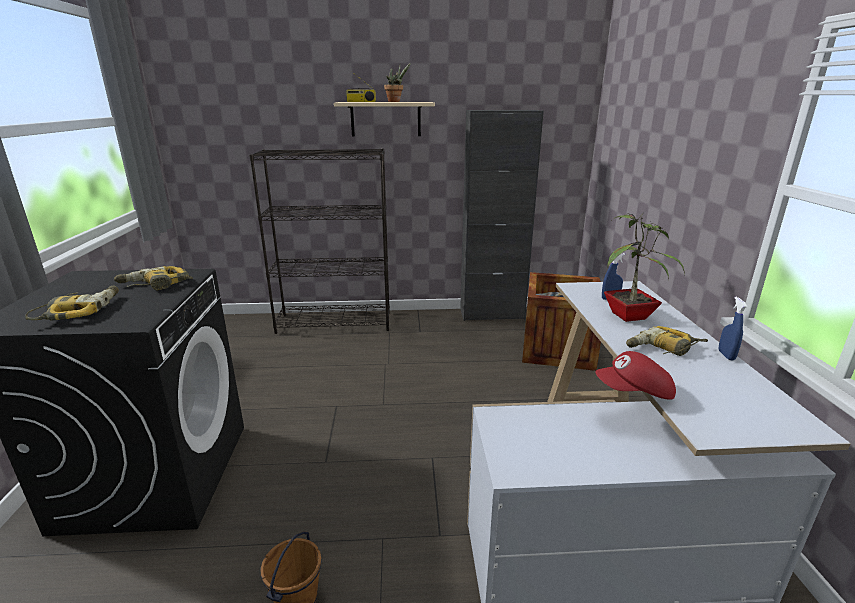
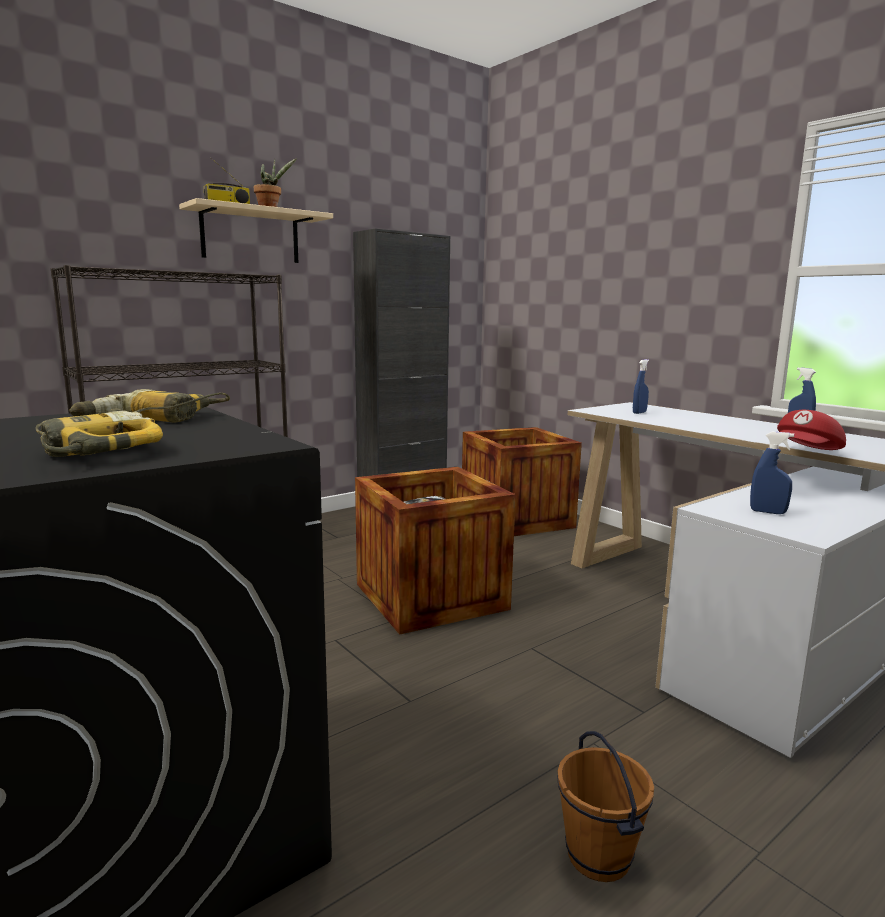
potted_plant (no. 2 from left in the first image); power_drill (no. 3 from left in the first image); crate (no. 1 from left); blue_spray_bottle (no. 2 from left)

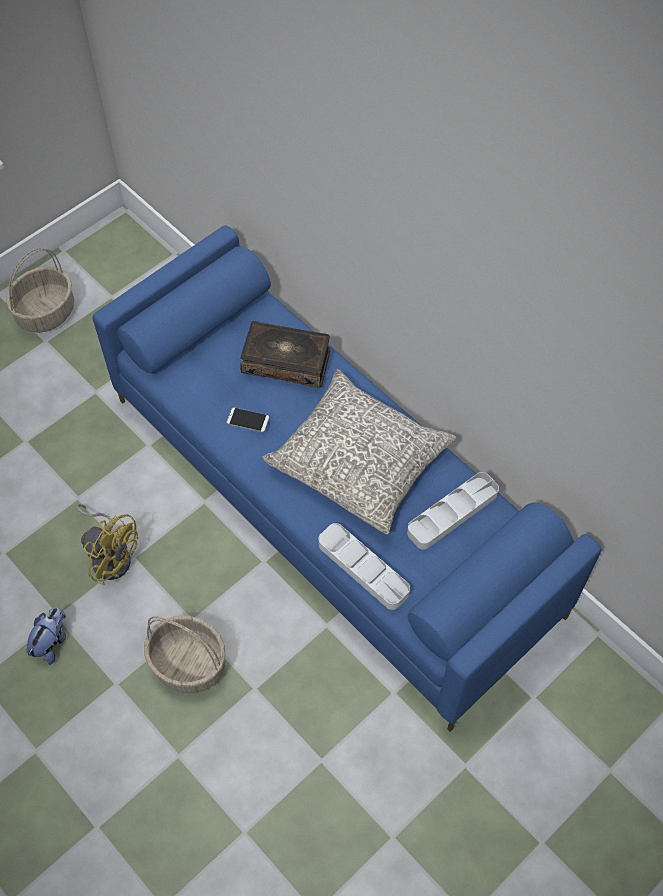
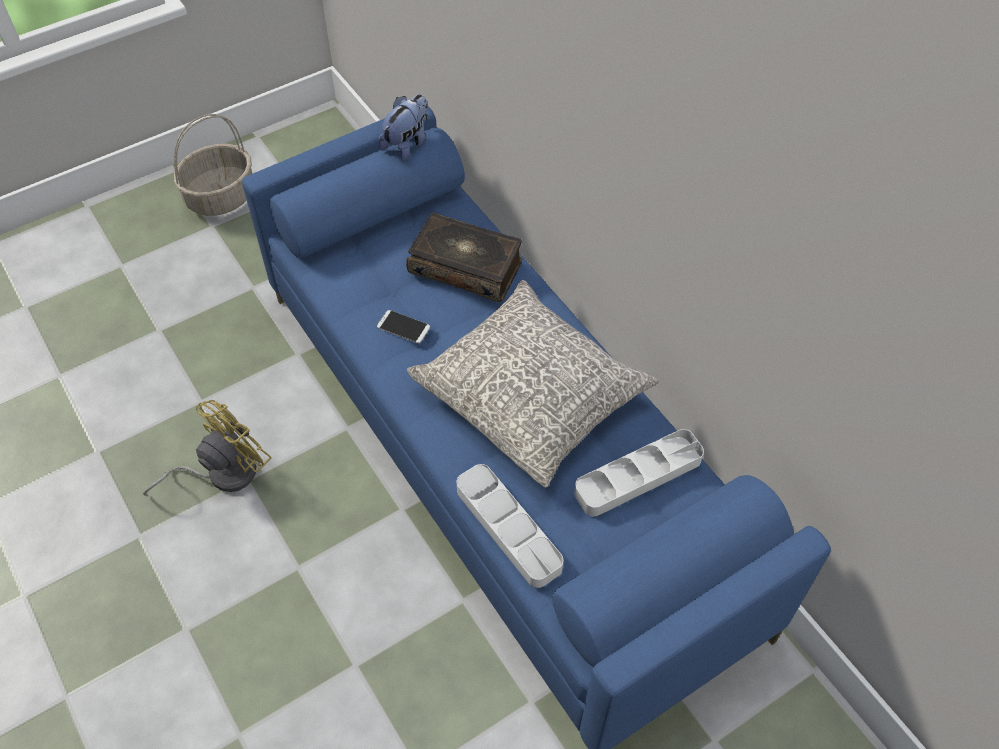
basket (no. 2 from left in the first image); plush_toy; yellow_fan

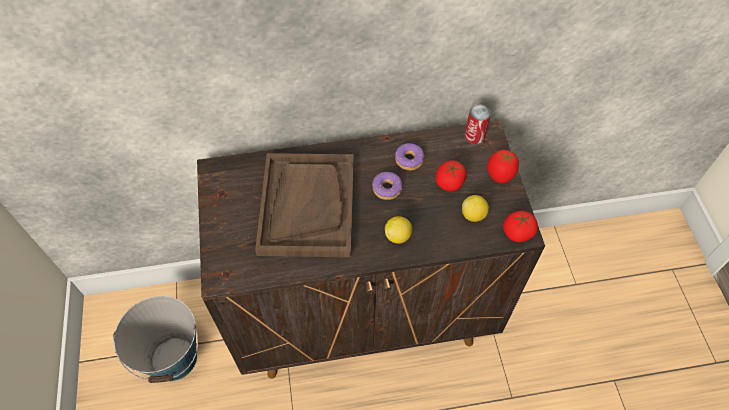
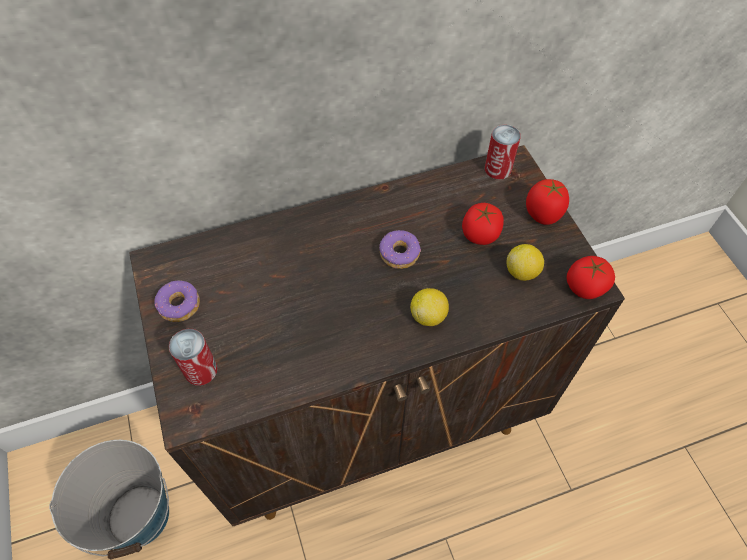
brown_tray; can (no. 1 from left); donut (no. 1 from left)

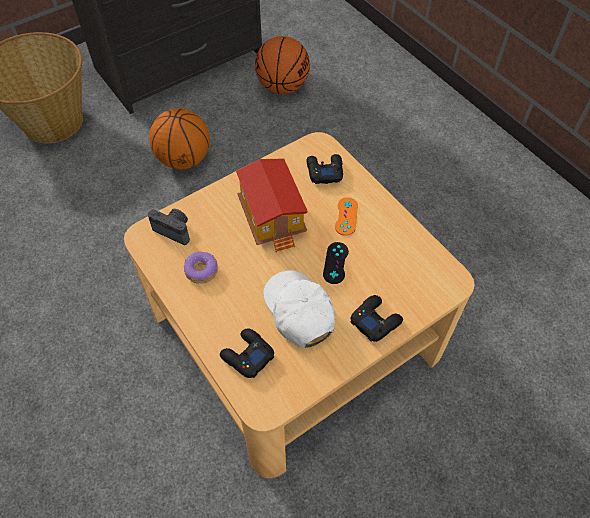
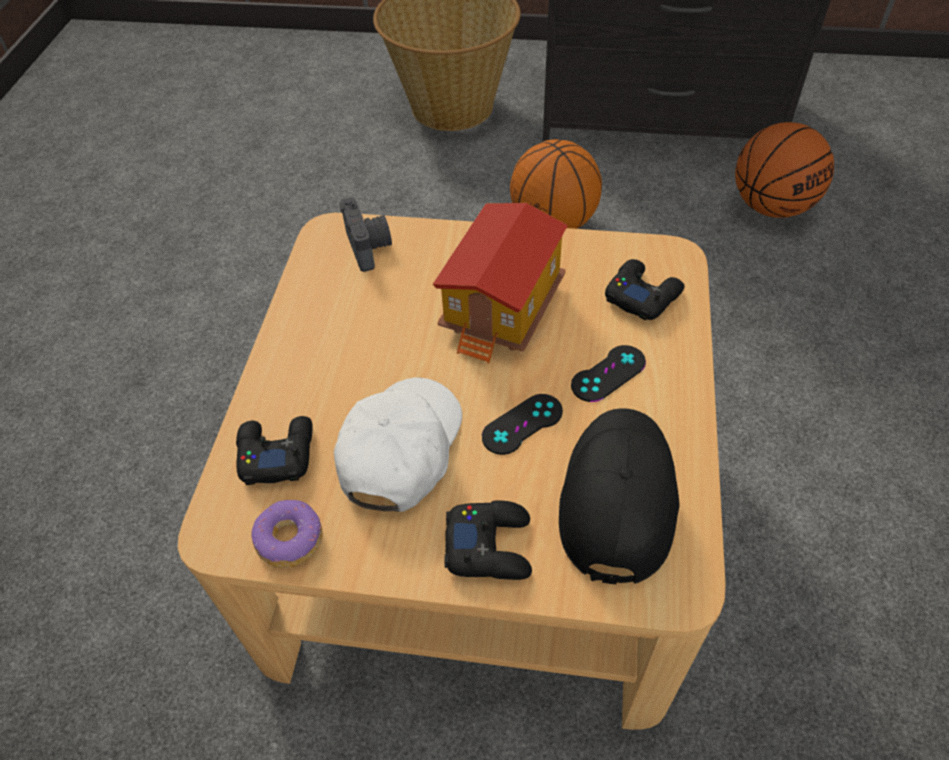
black_cap; donut; black_game_controller (no. 4 from left)

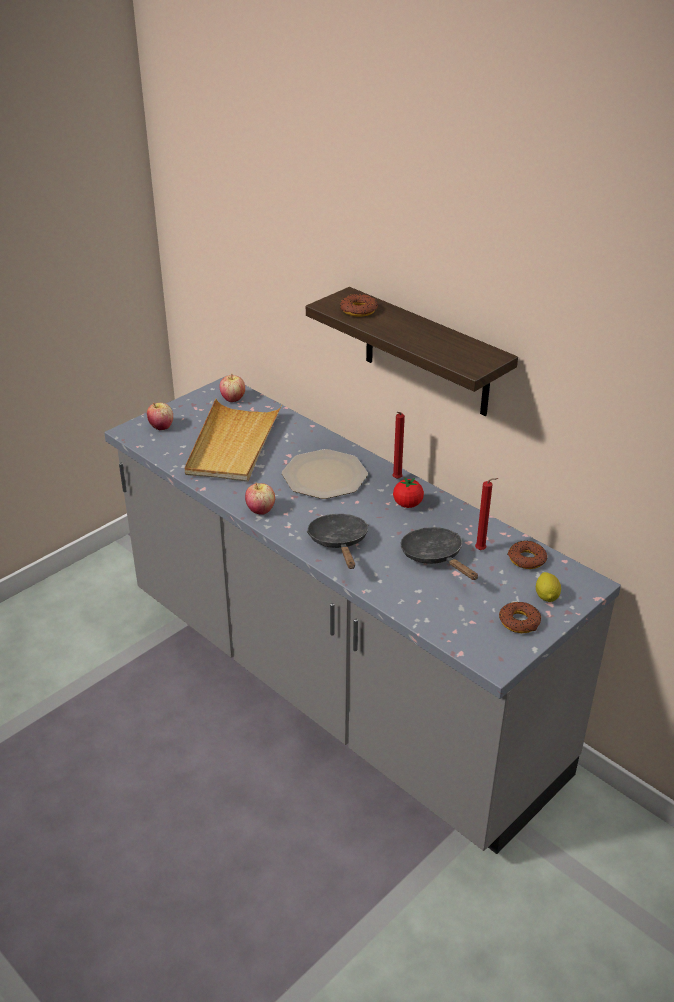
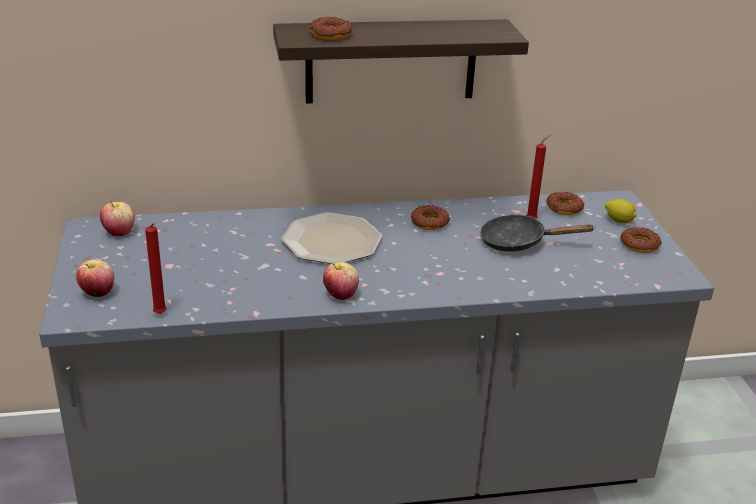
beige_tray; black_frying_pan (no. 1 from left in the first image); red_candle (no. 1 from left); donut (no. 2 from left)

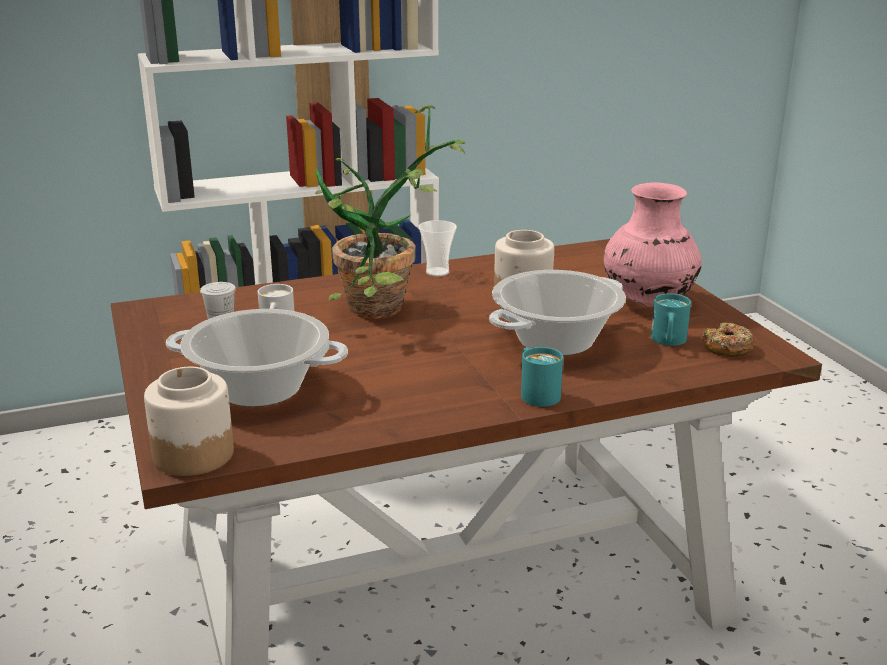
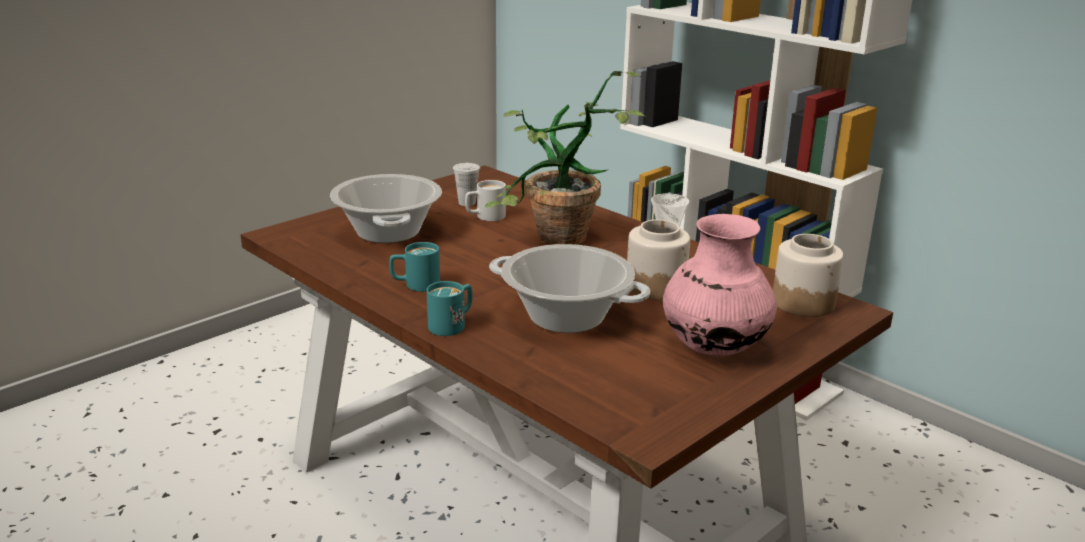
donut; jar (no. 2 from left); turquoise_mug (no. 1 from left)

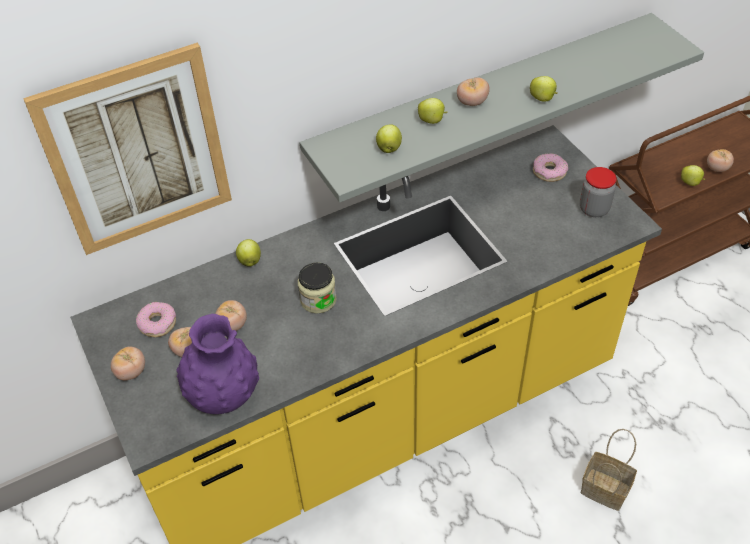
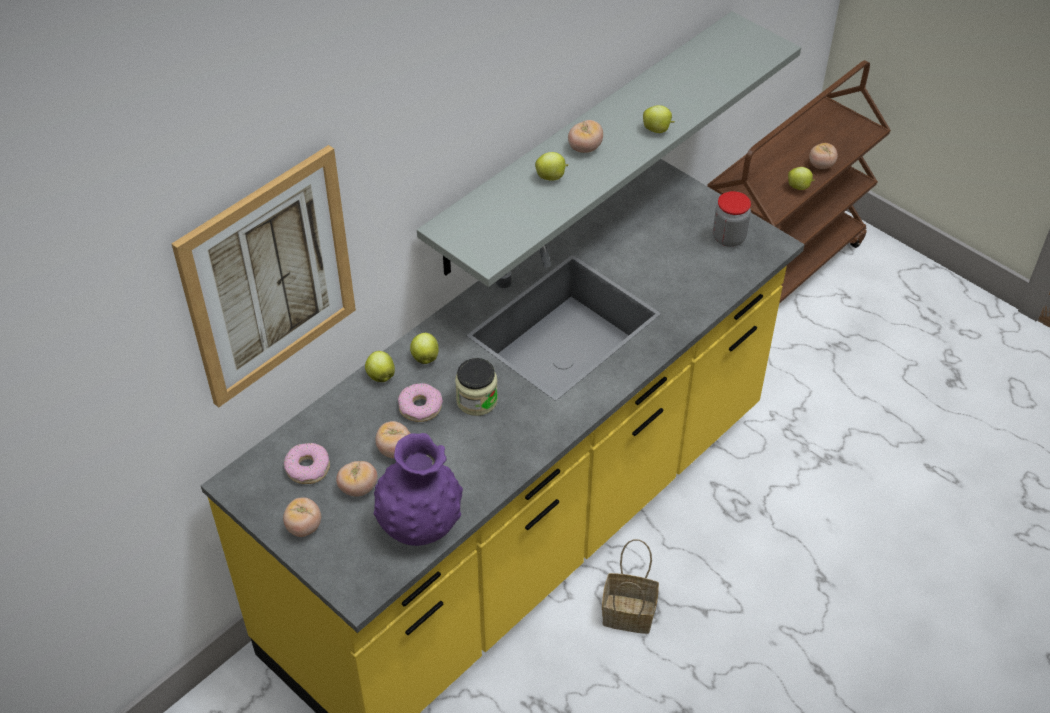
apple (no. 2 from left); donut (no. 2 from left); basket

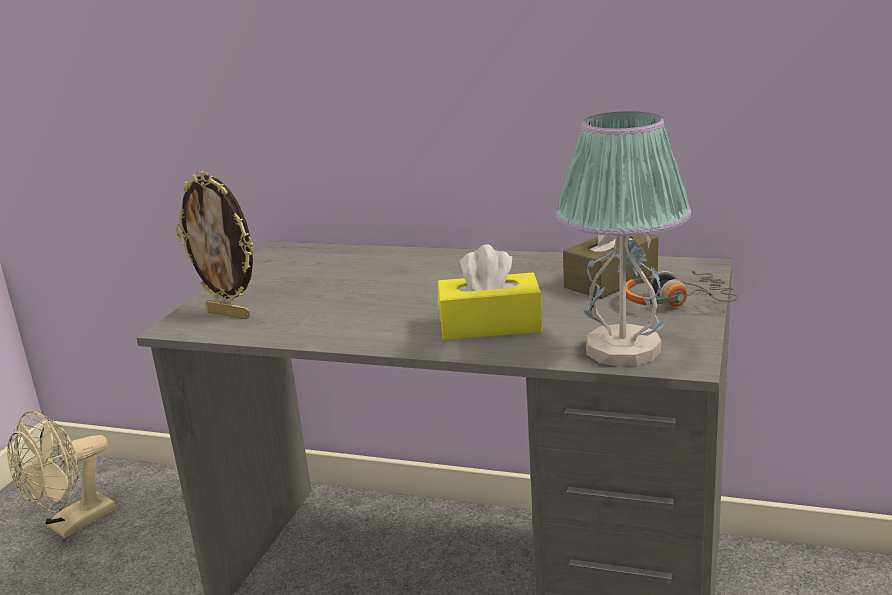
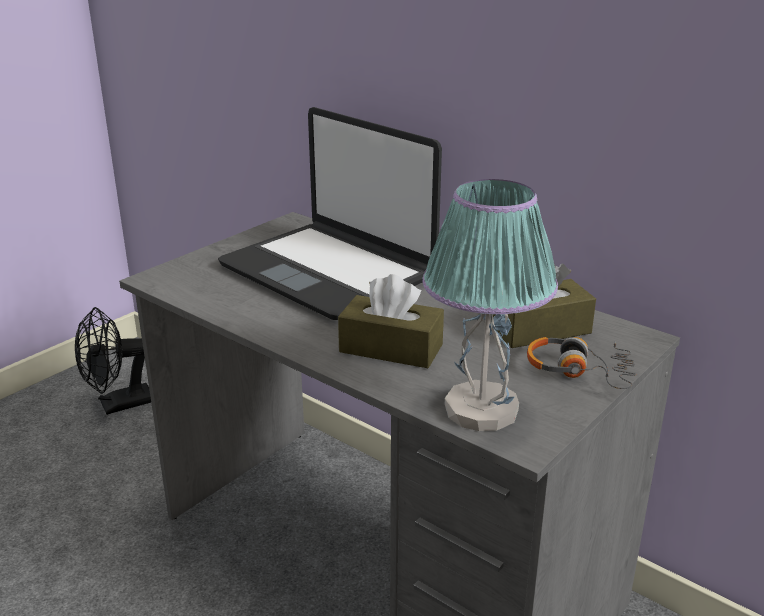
picture_frame; laptop; black_fan; brown_tissue_box (no. 1 from left)

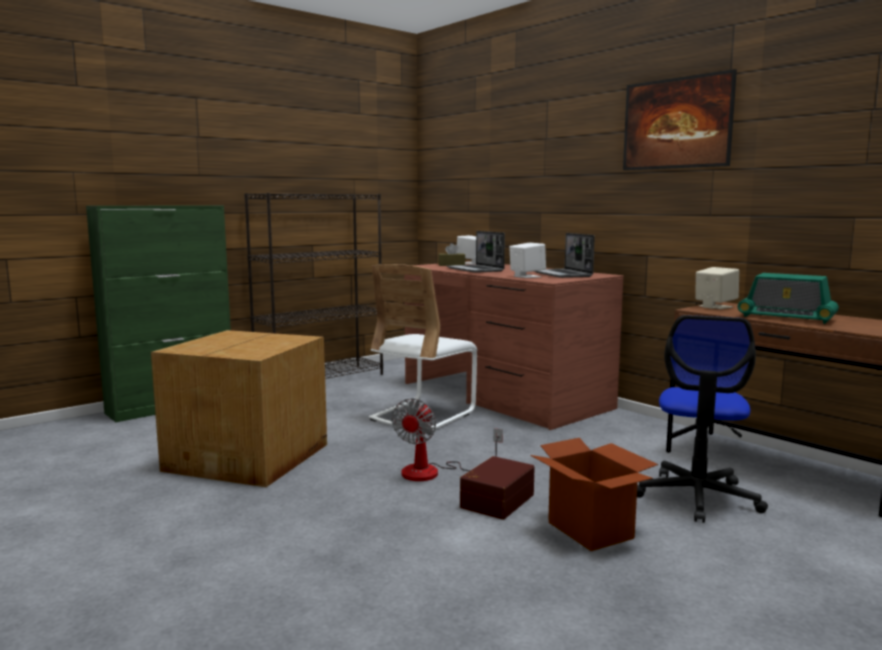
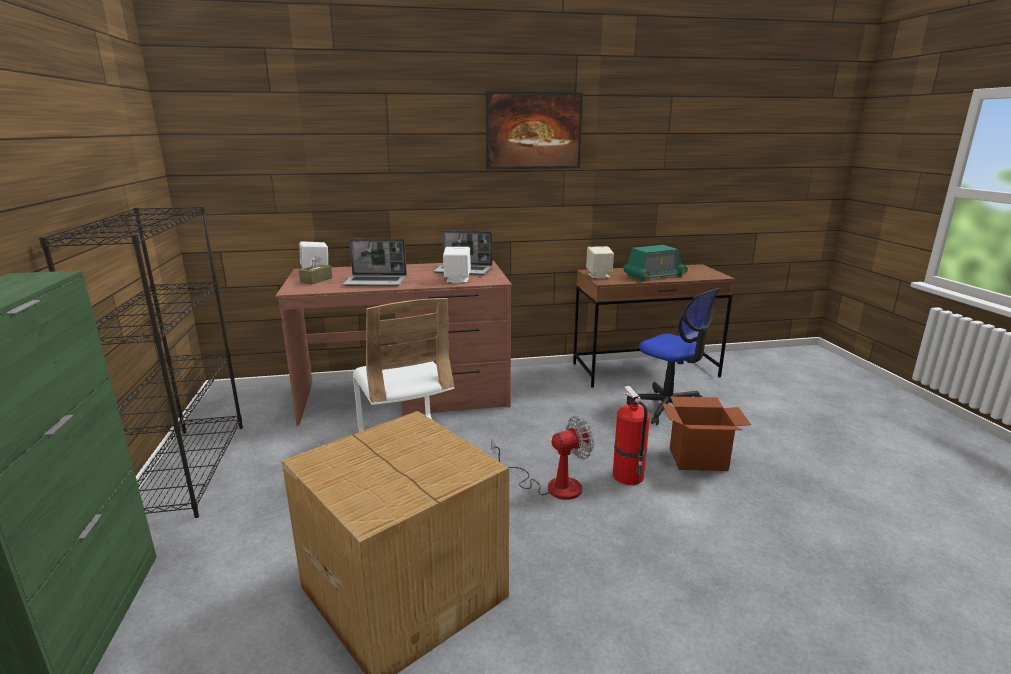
fire_extinguisher; fan

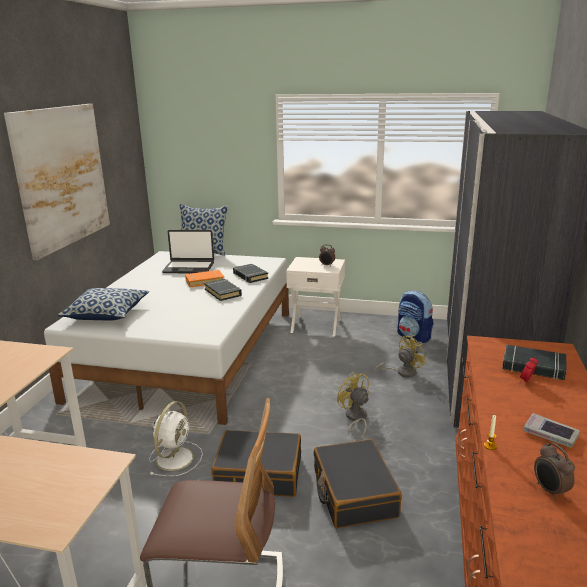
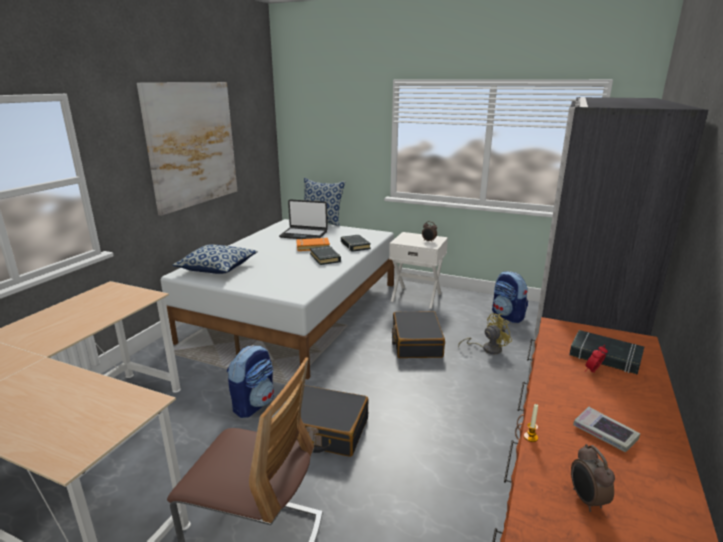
yellow_fan (no. 1 from left in the first image); black_suitcase (no. 2 from left); backpack (no. 1 from left)

